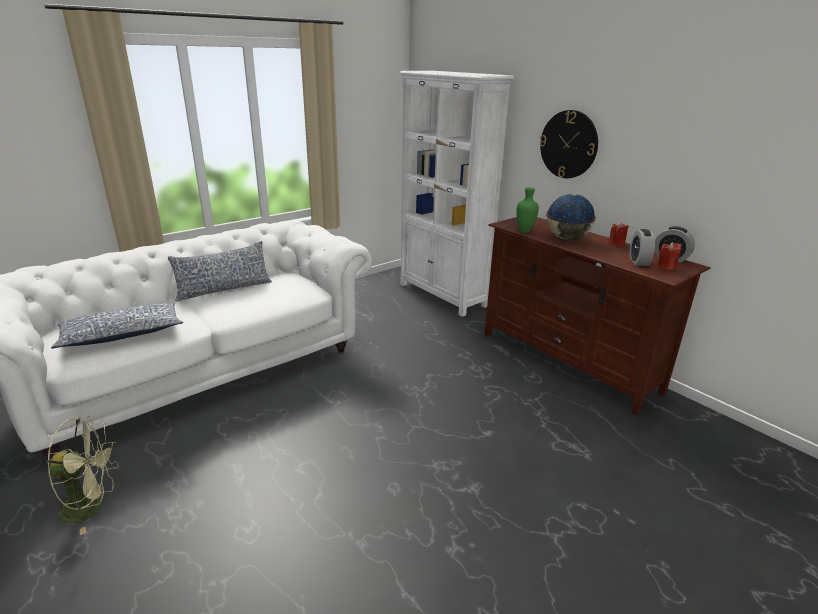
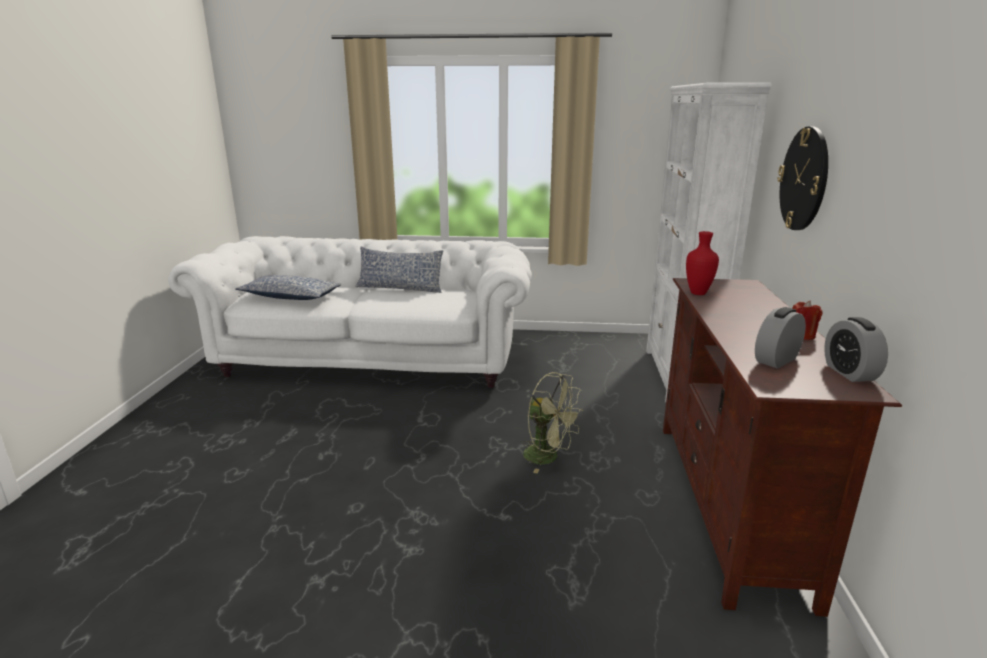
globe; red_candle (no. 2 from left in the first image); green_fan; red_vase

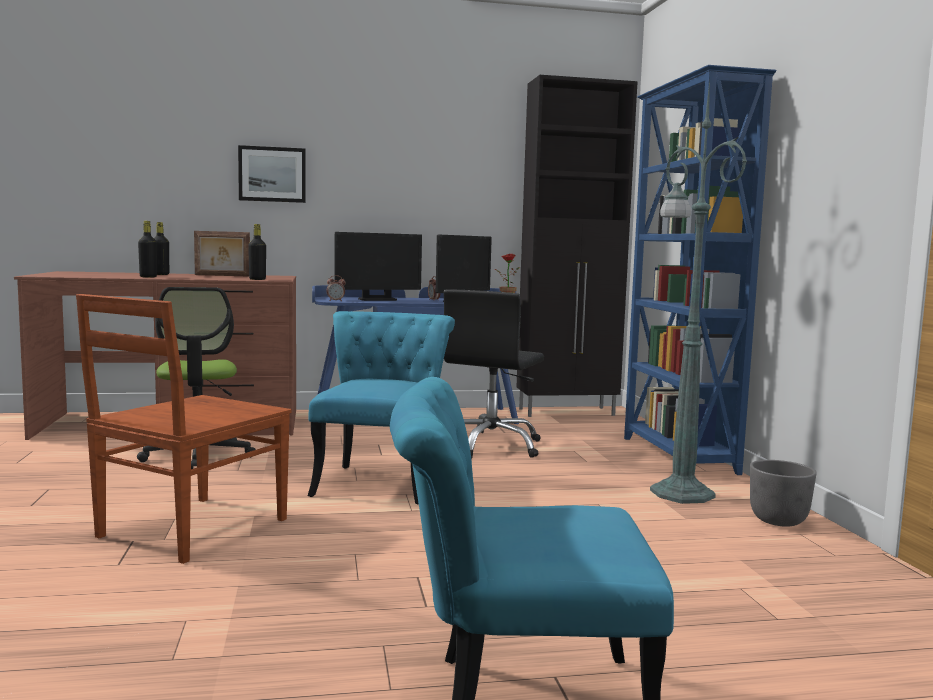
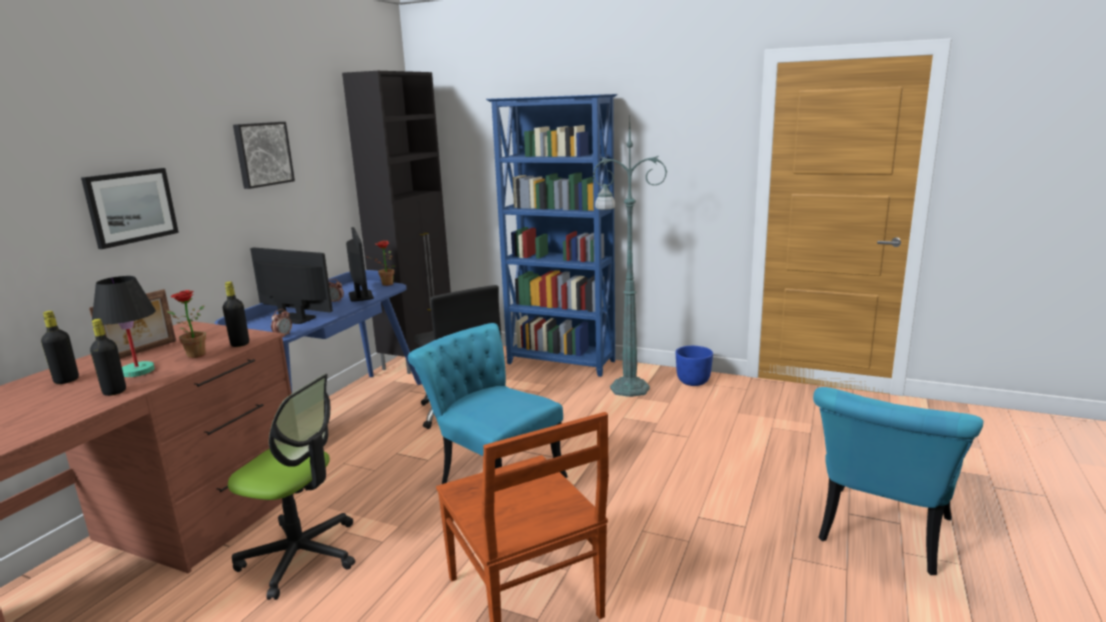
black_table_lamp; potted_plant (no. 1 from left); picture (no. 2 from left); blue_planter; monitor (no. 1 from left)

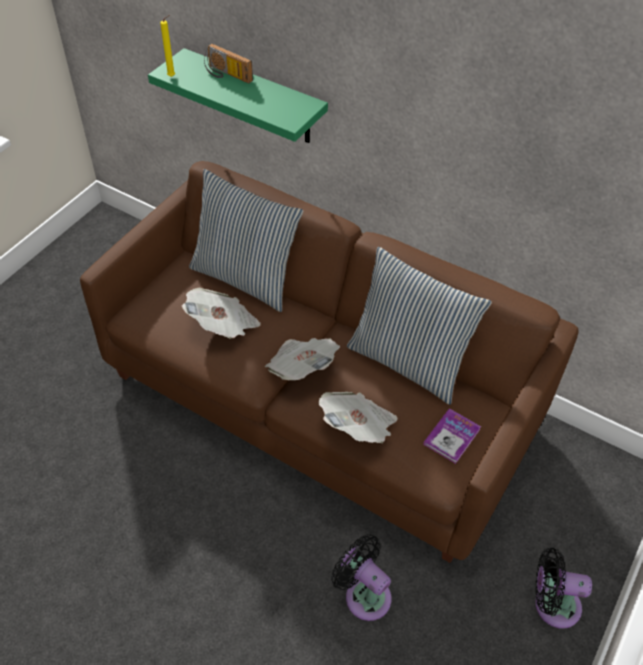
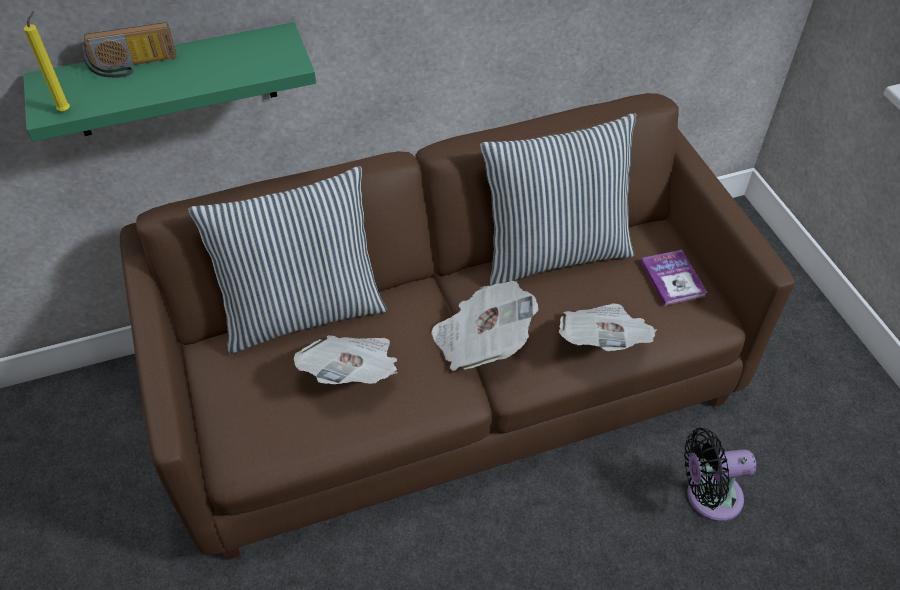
black_fan (no. 2 from left in the first image)

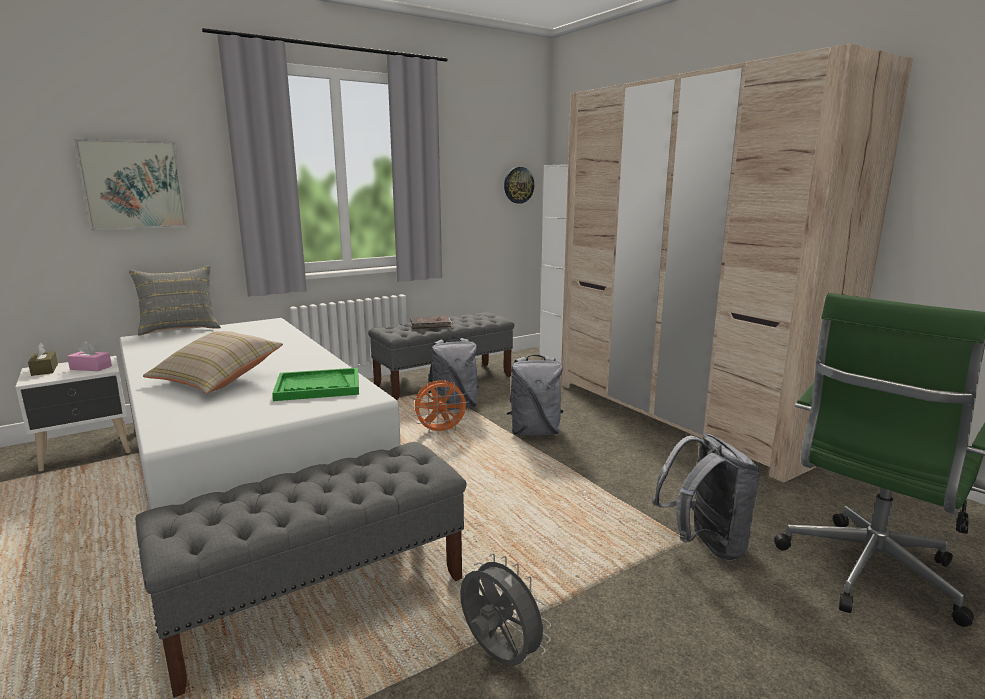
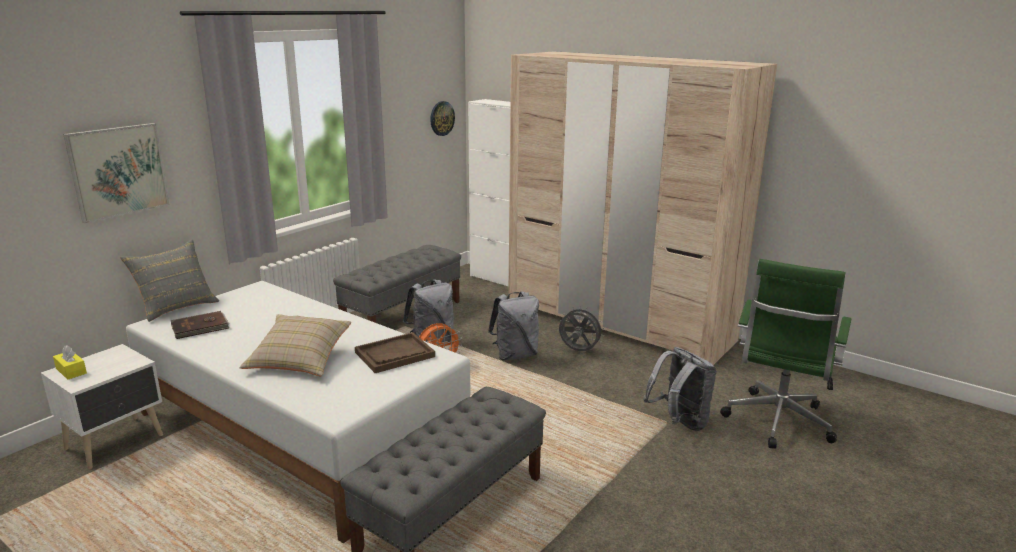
pink_tissue_box; brown_book; grey_fan; yellow_tissue_box; brown_tray

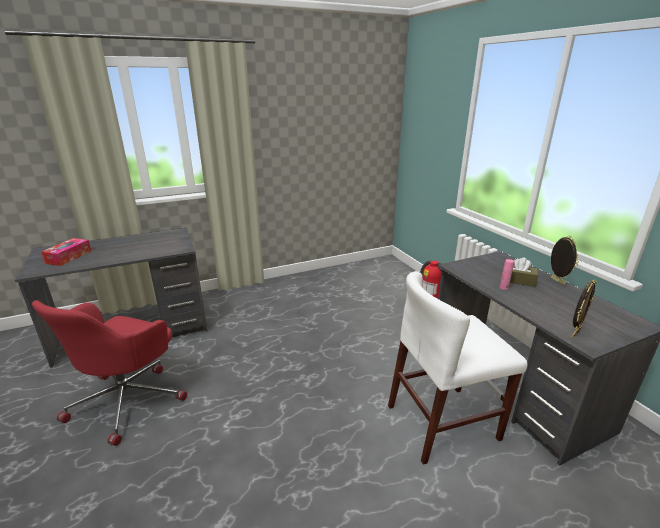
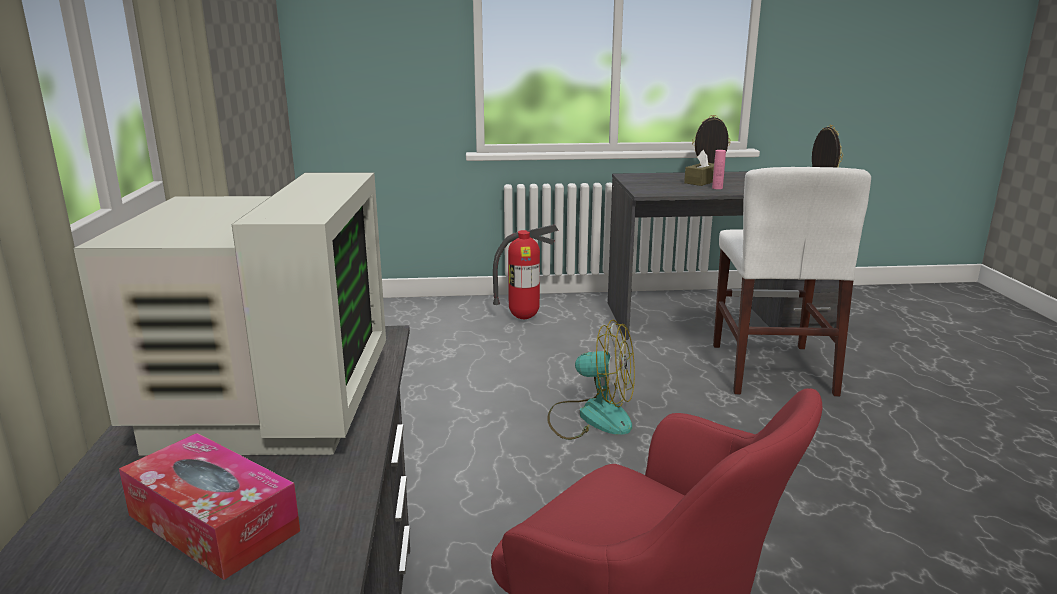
monitor; fan

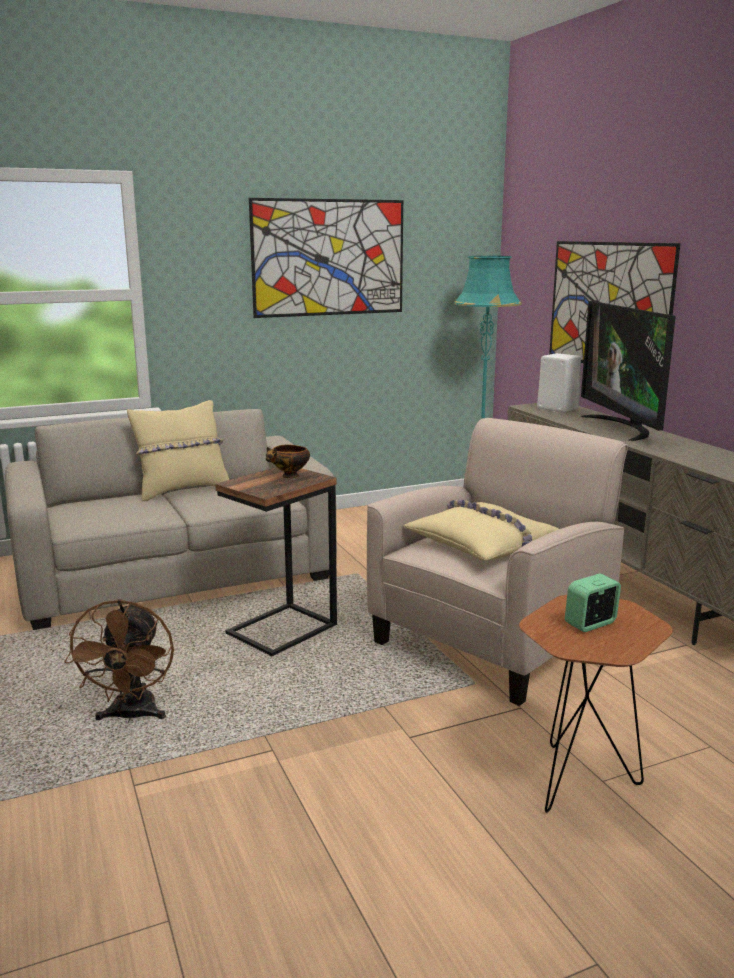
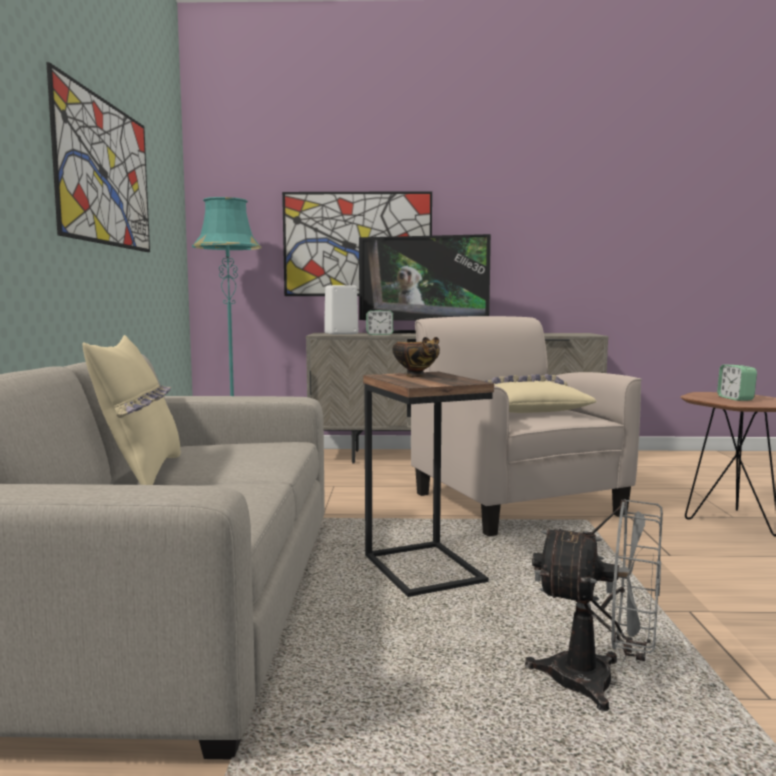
alarm_clock (no. 1 from left); grey_fan

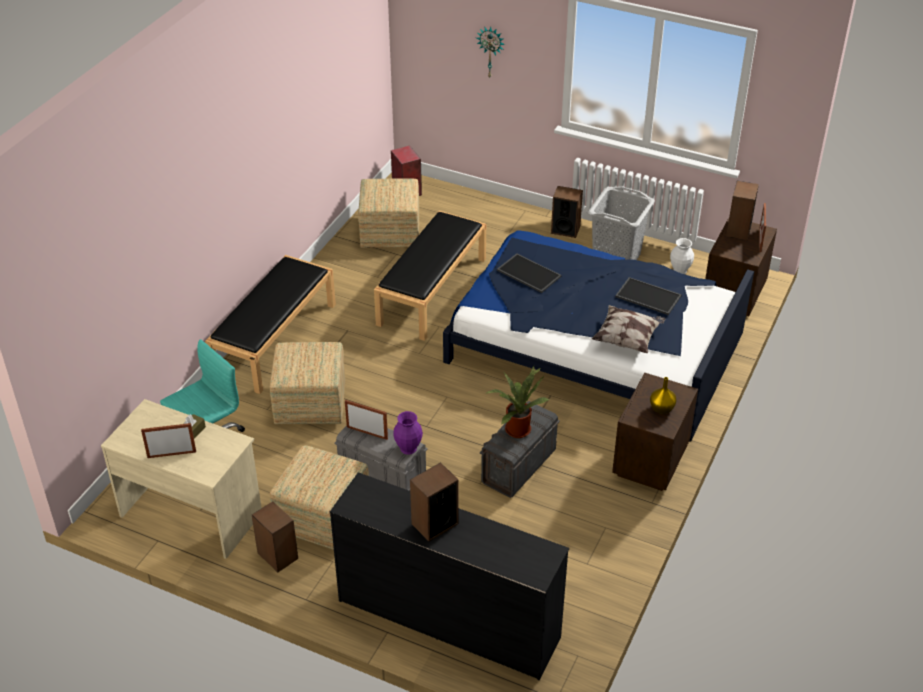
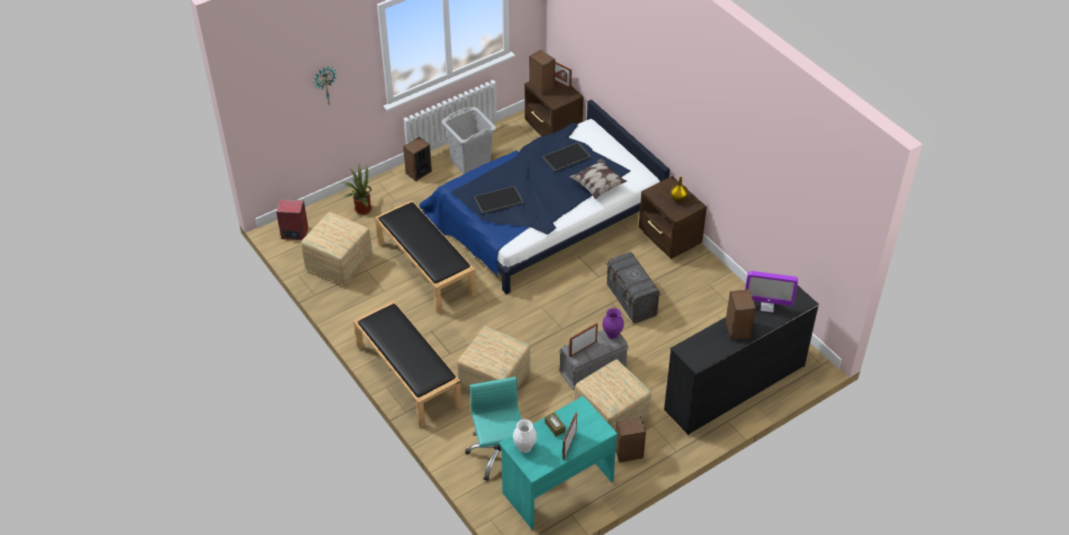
monitor; potted_plant; white_vase; turquoise_desk

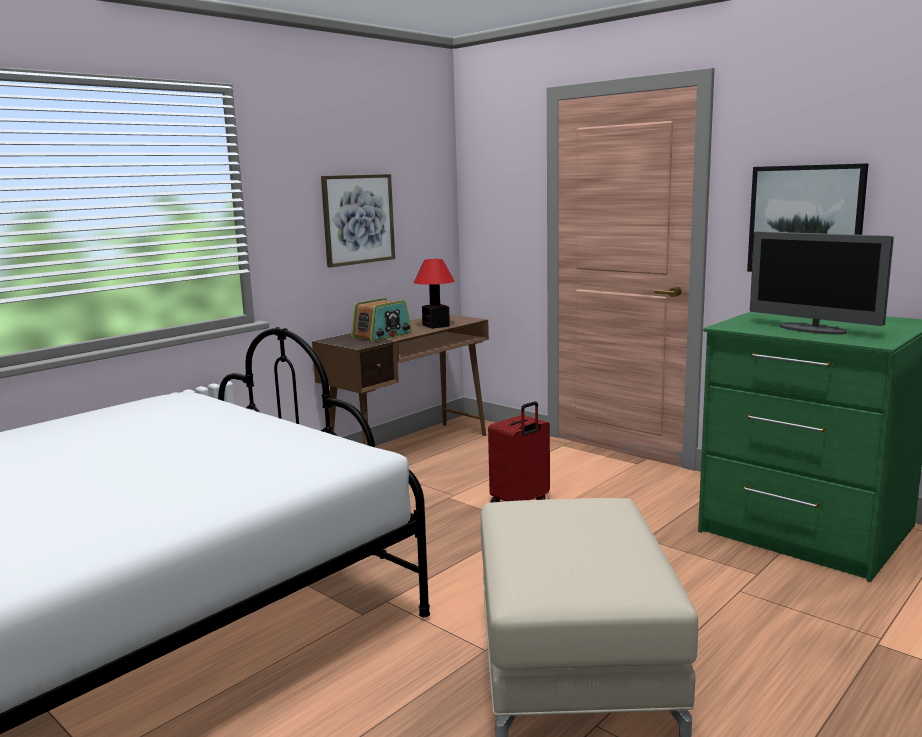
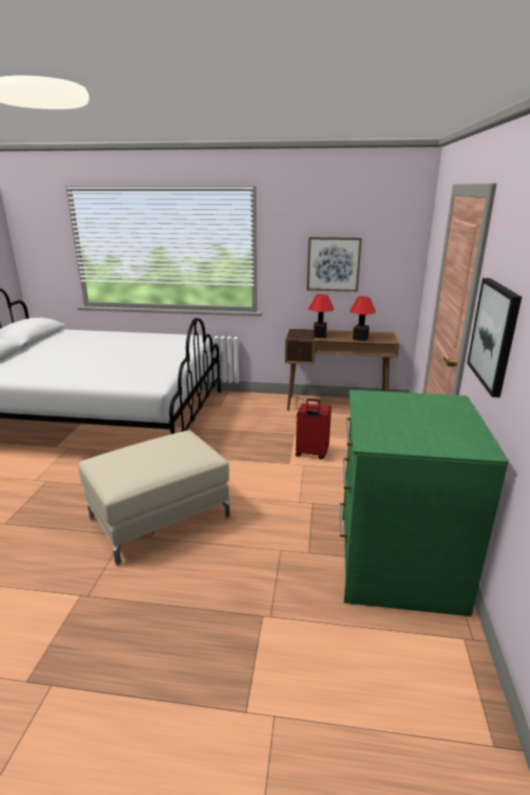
monitor; table_lamp (no. 1 from left)

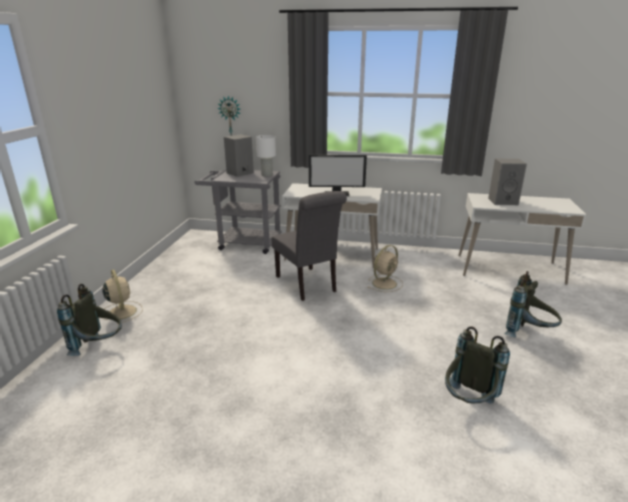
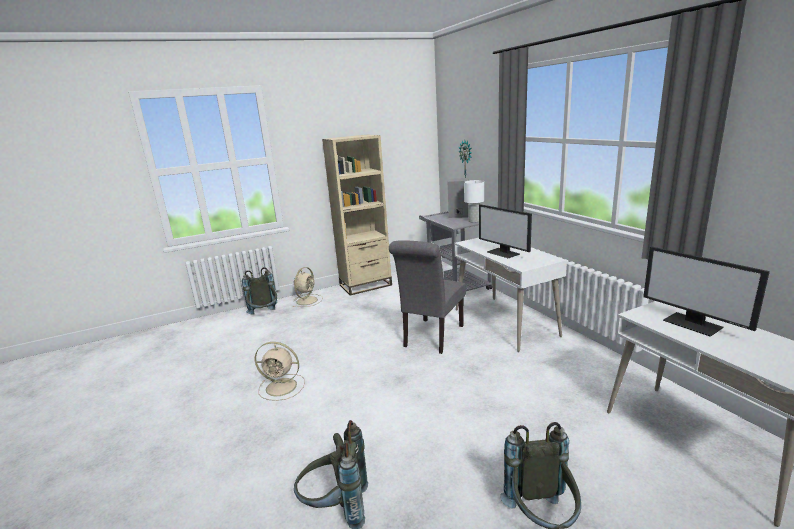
beige_bookcase; beige_fan (no. 1 from left); monitor (no. 2 from left)

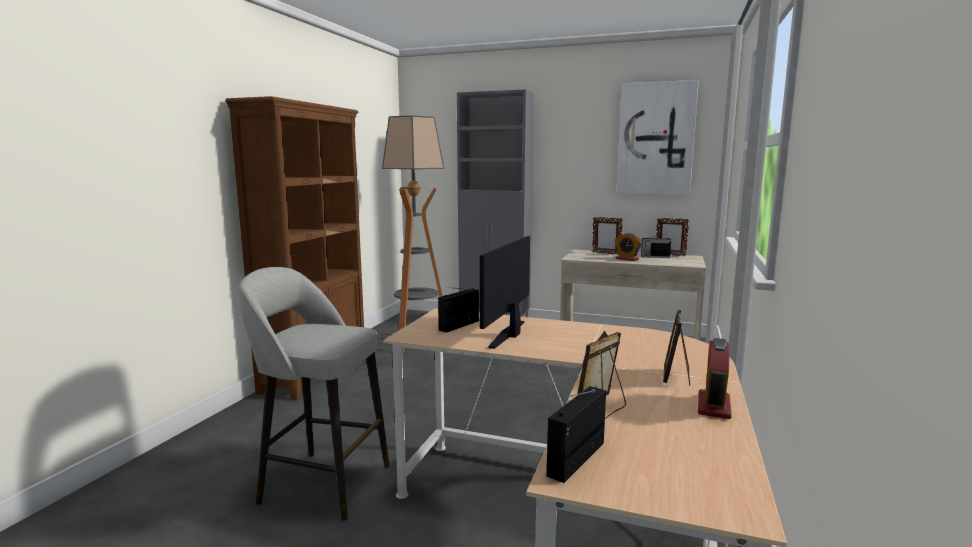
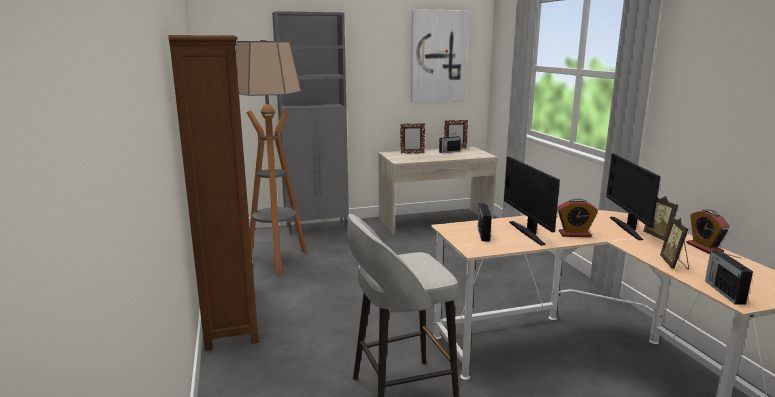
monitor (no. 2 from left); alarm_clock (no. 1 from left)

